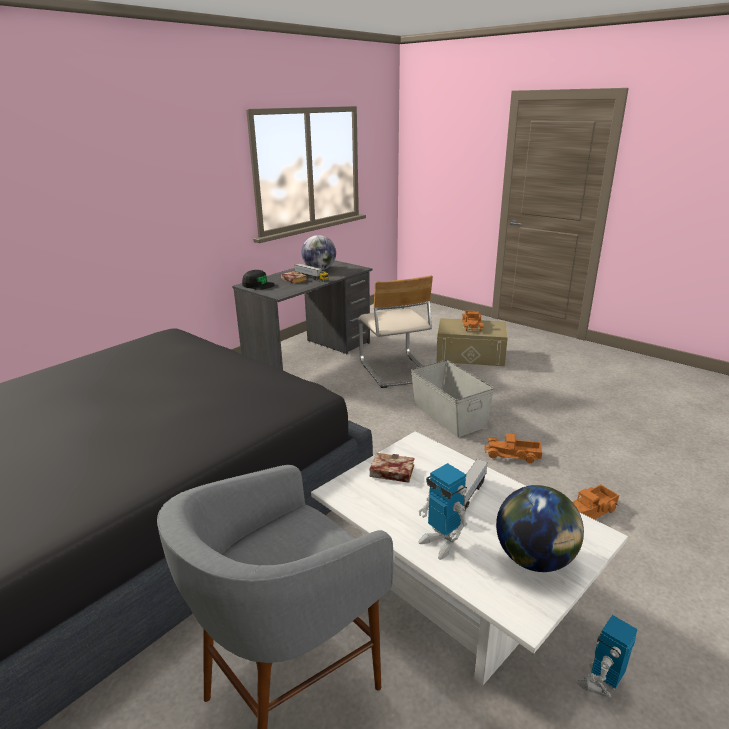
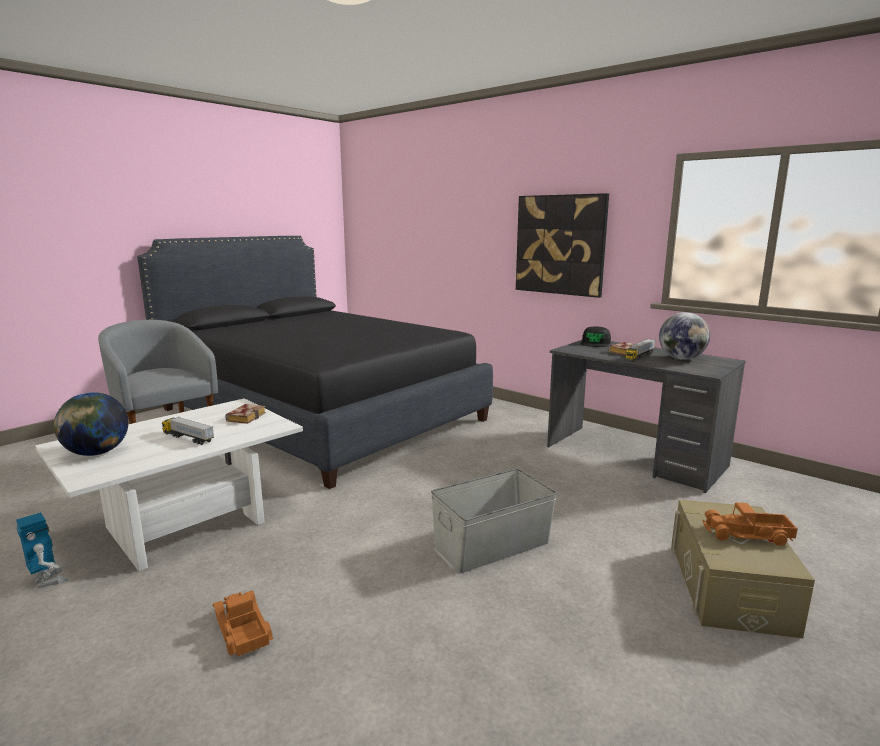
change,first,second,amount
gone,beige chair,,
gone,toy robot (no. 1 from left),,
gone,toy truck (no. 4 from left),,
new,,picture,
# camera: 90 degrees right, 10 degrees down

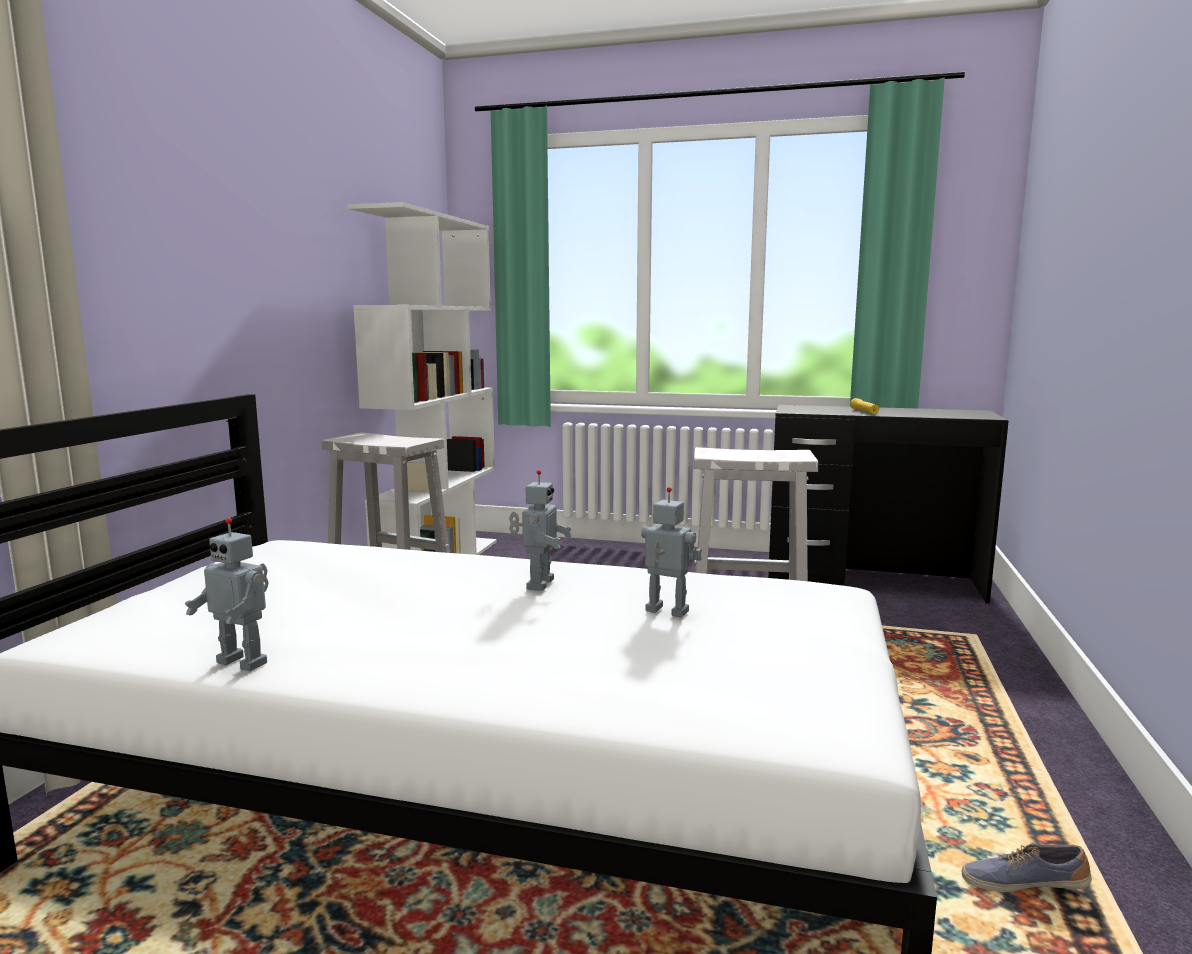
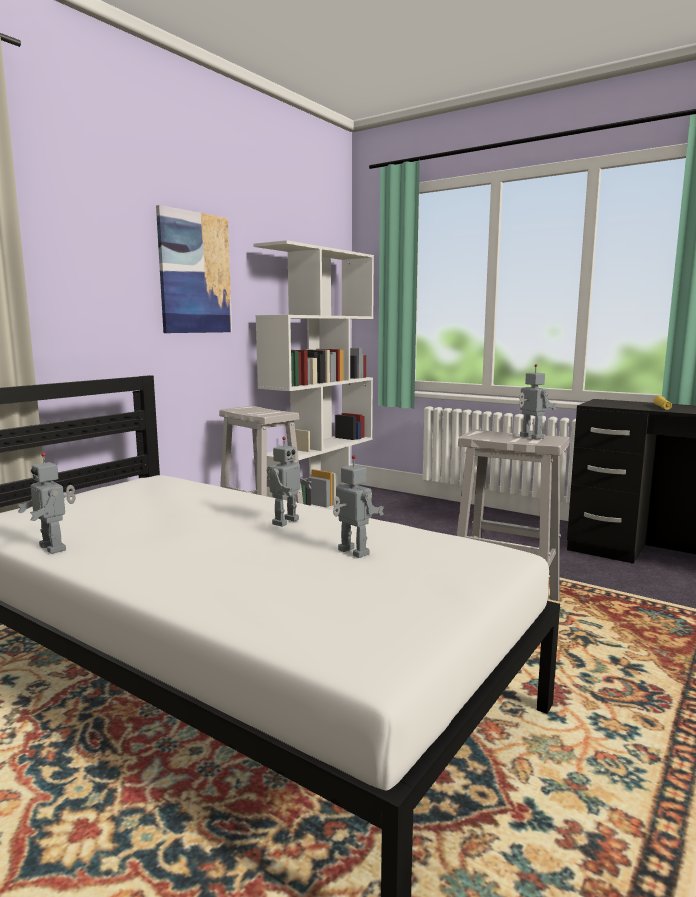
change,first,second,amount
gone,shoe,,
new,,picture,
new,,toy robot (no. 4 from left),
# camera: 20 degrees right, 0 degrees up

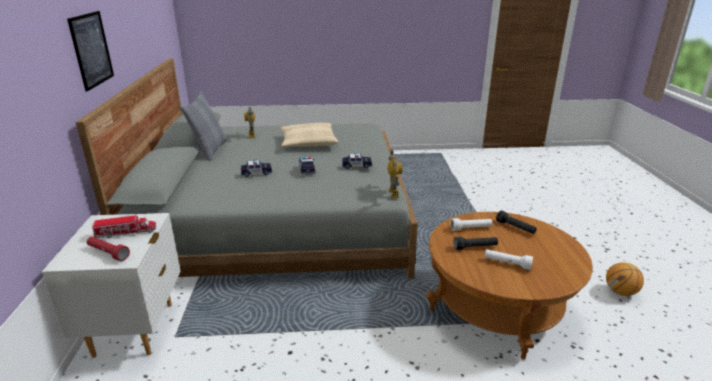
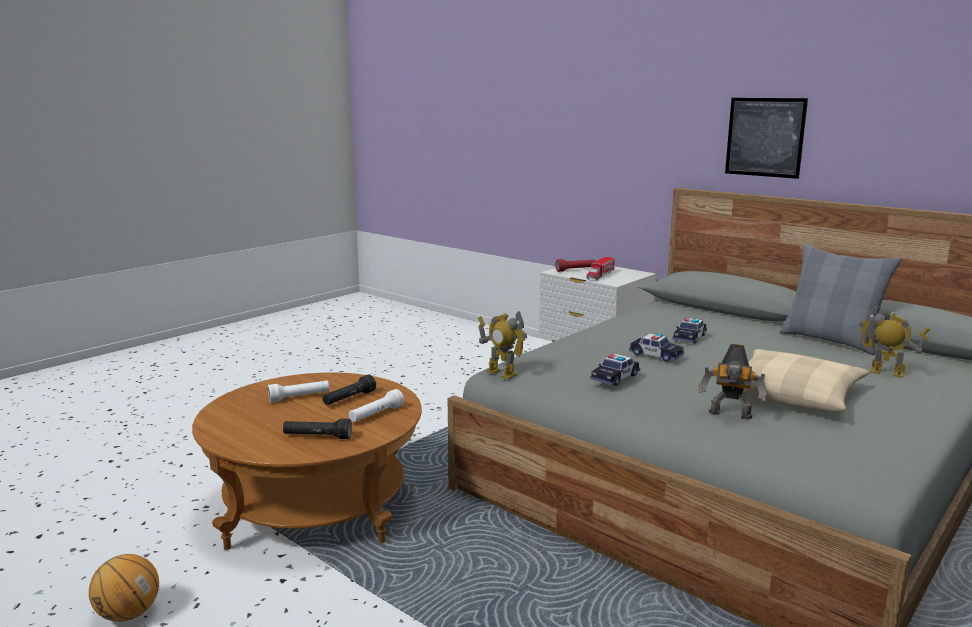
change,first,second,amount
new,,toy robot (no. 2 from left),
# camera: 135 degrees right, 10 degrees down

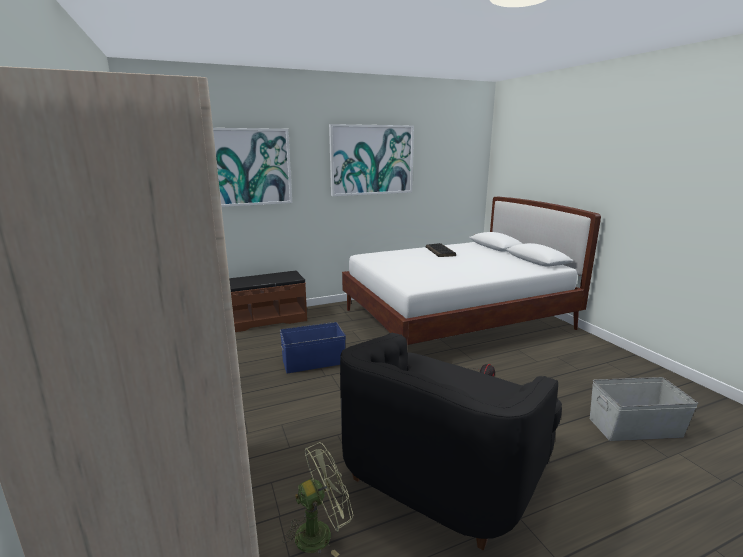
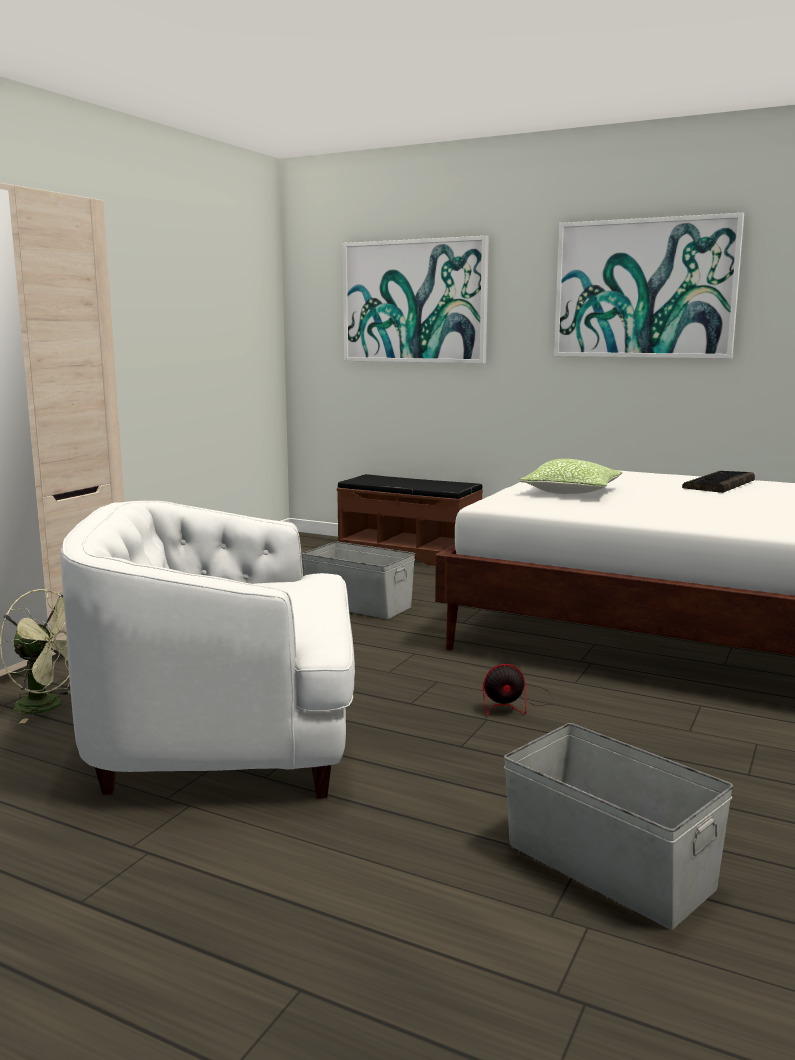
change,first,second,amount
new,,pillow,
repainted,blue storage box,grey storage box (no. 1 from left),
repainted,black armchair,white armchair,
# camera: 50 degrees right, 5 degrees down

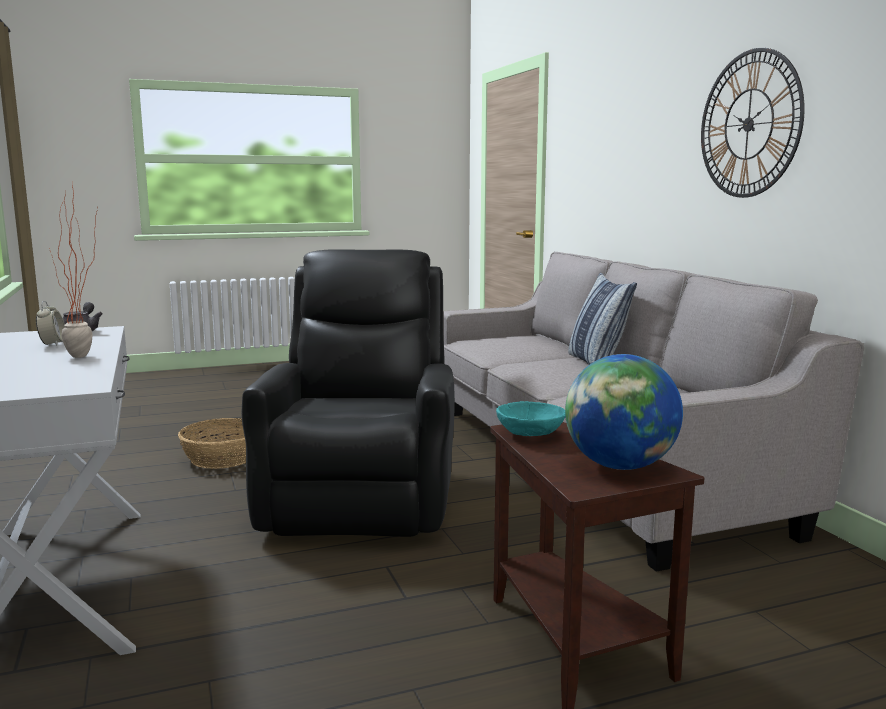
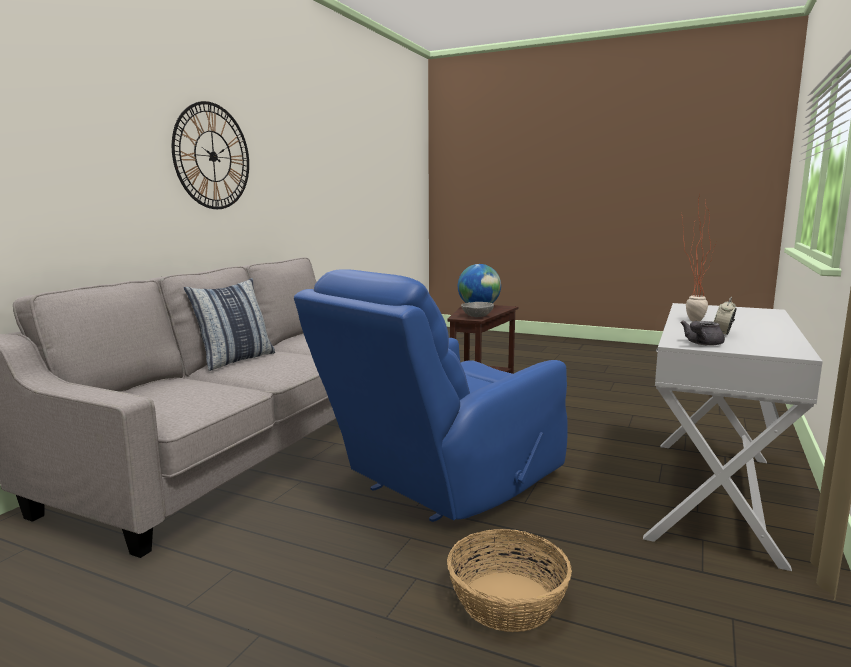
change,first,second,amount
repainted,black armchair,blue armchair,
repainted,turquoise bowl,grey bowl,
# camera: 135 degrees left, 0 degrees up

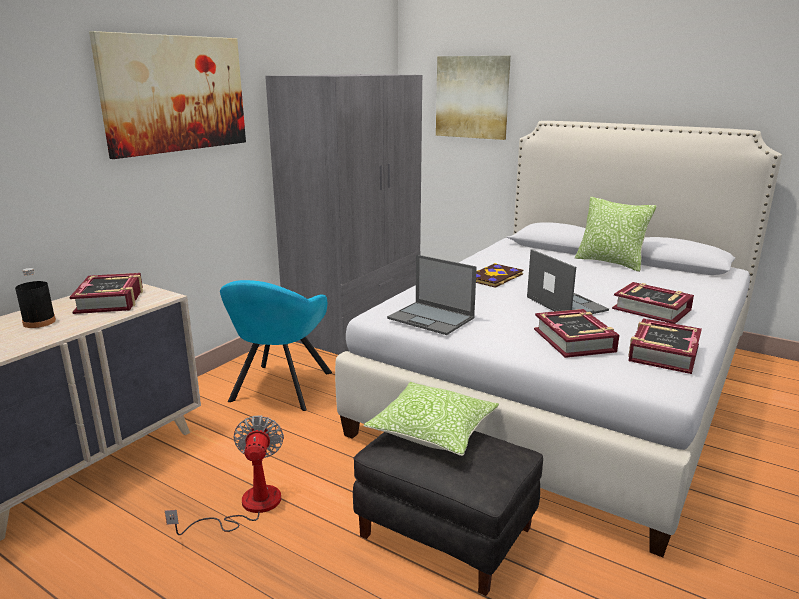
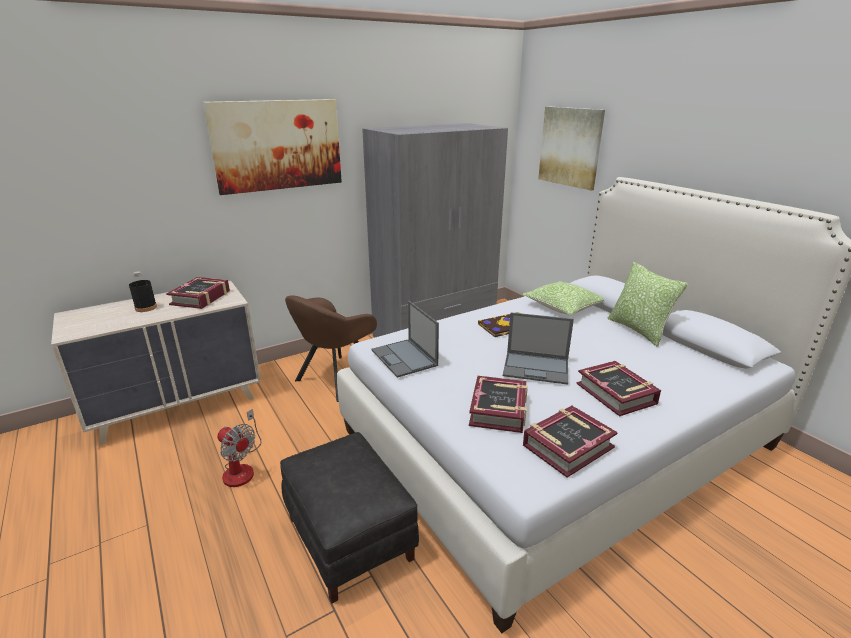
change,first,second,amount
shifted,pillow (no. 1 from left),,
repainted,turquoise armchair,brown armchair,
rotated,fan,,105 degrees clockwise
rotated,laptop (no. 2 from left),,105 degrees clockwise
# camera: 25 degrees right, 5 degrees up

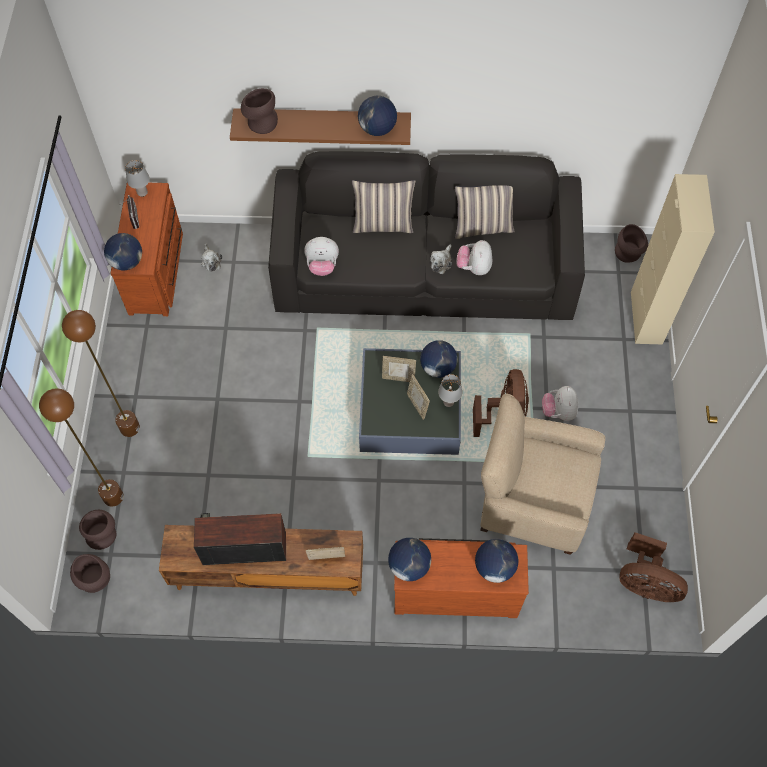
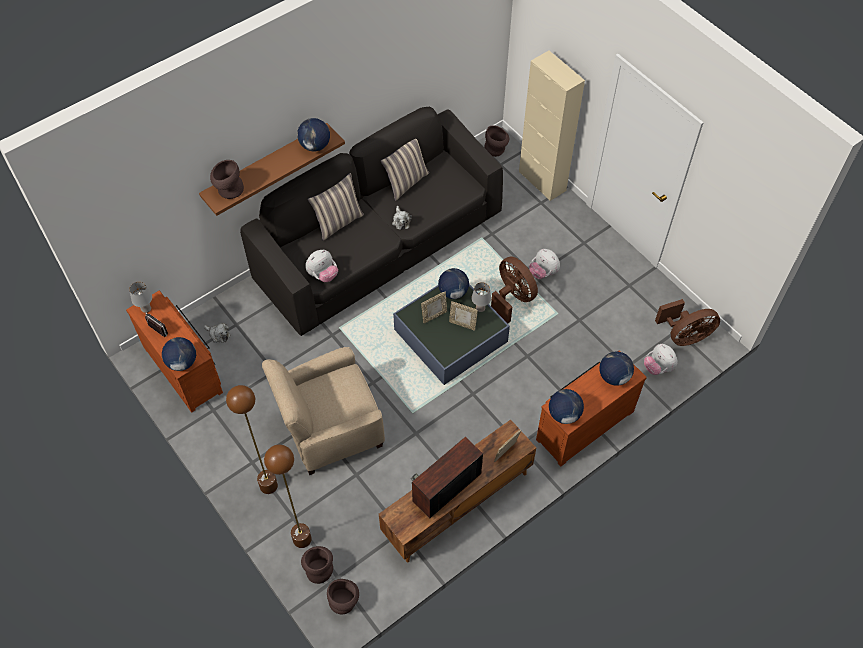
change,first,second,amount
shifted,plush toy (no. 4 from left in the first image),plush toy (no. 5 from left),
shifted,beige armchair,,
# camera: 40 degrees left, 5 degrees down

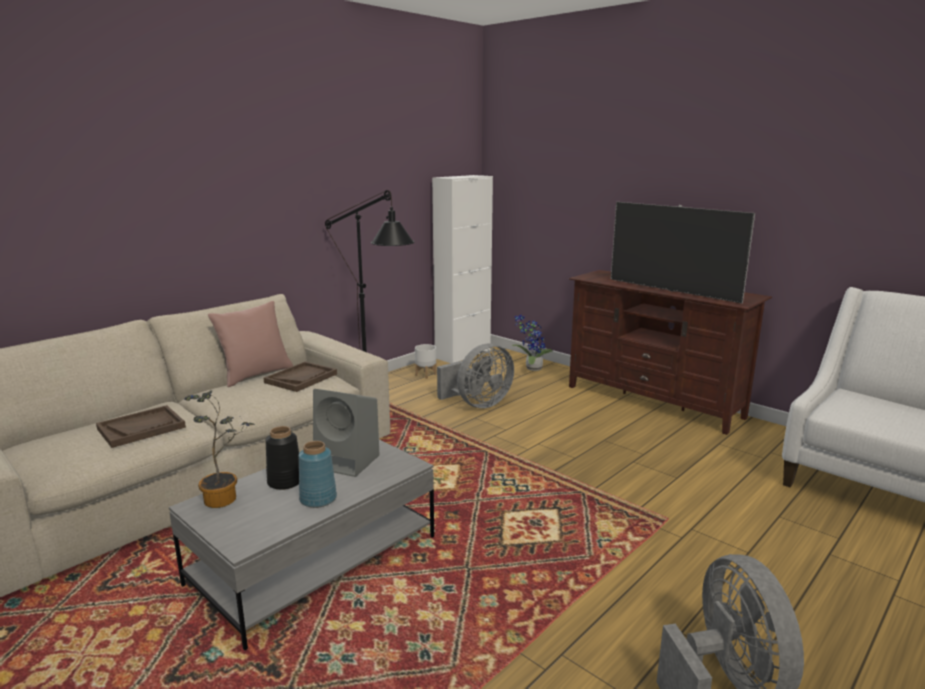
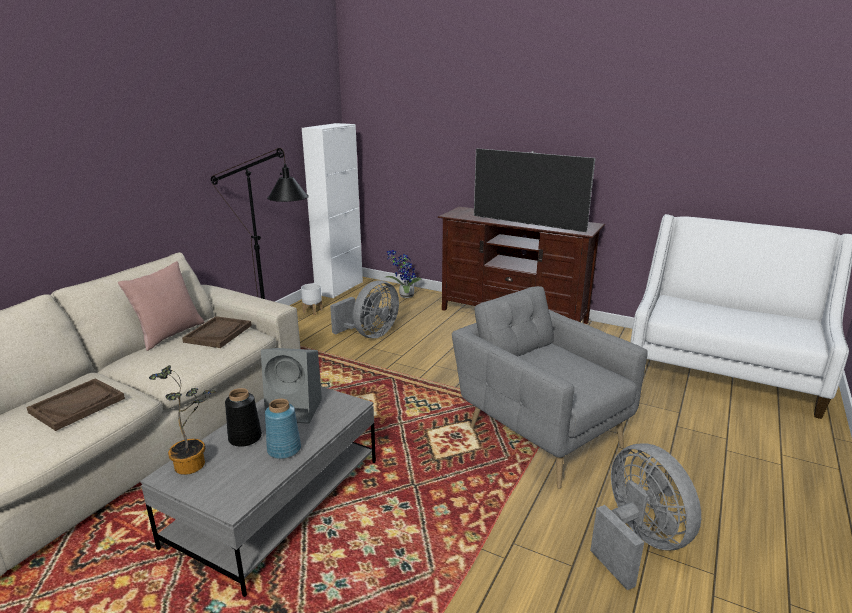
change,first,second,amount
new,,grey armchair,
# camera: 15 degrees left, 5 degrees up

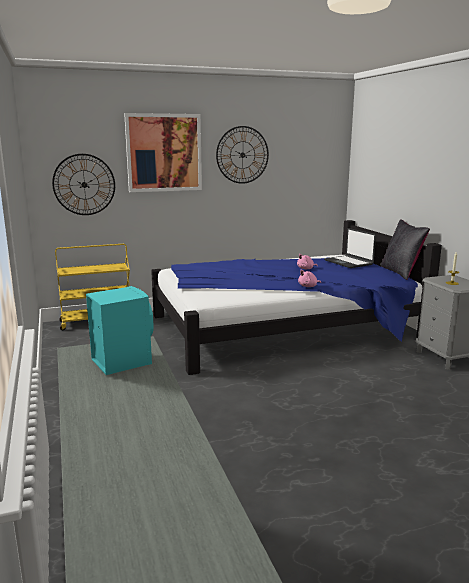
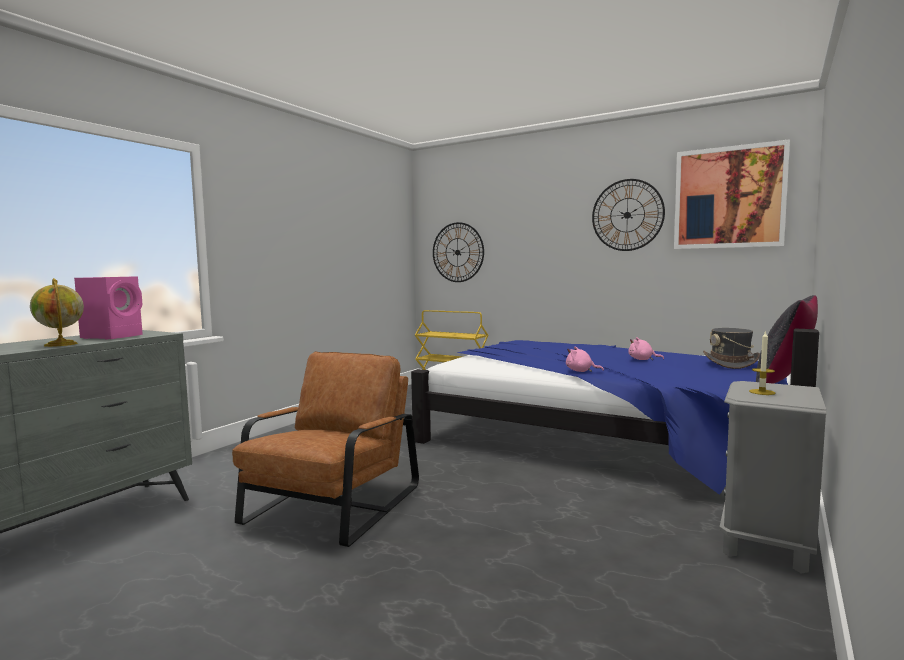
change,first,second,amount
new,,globe,
new,,brown armchair,
shifted,picture,,
swapped,laptop,grey hat,
repainted,turquoise speaker,pink speaker,
# camera: 50 degrees right, 10 degrees down

